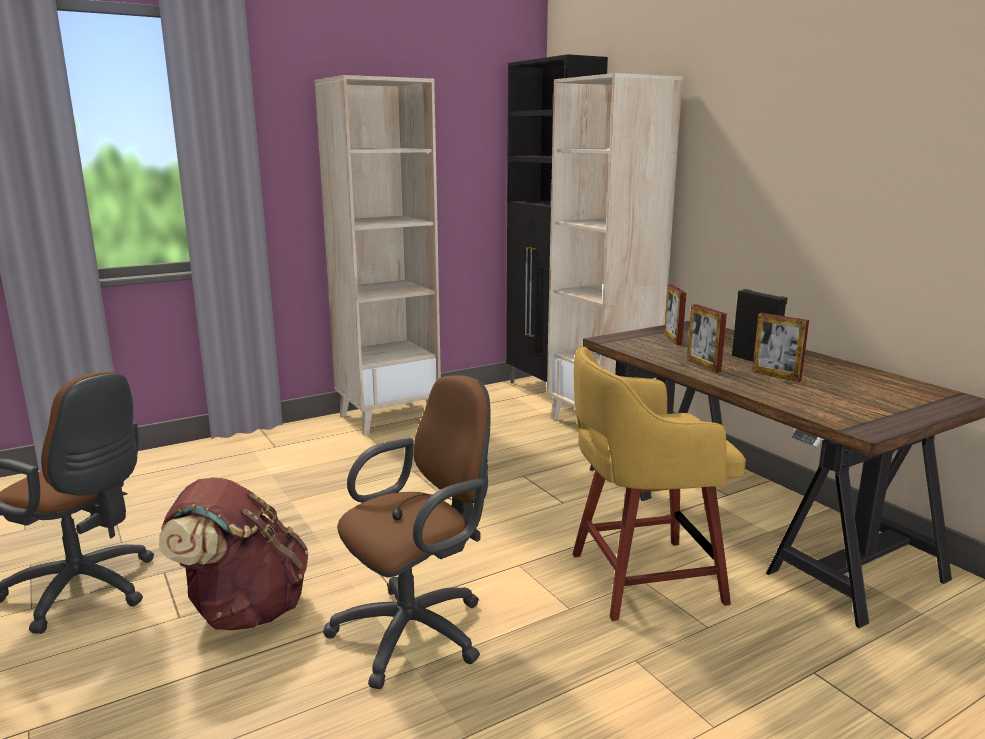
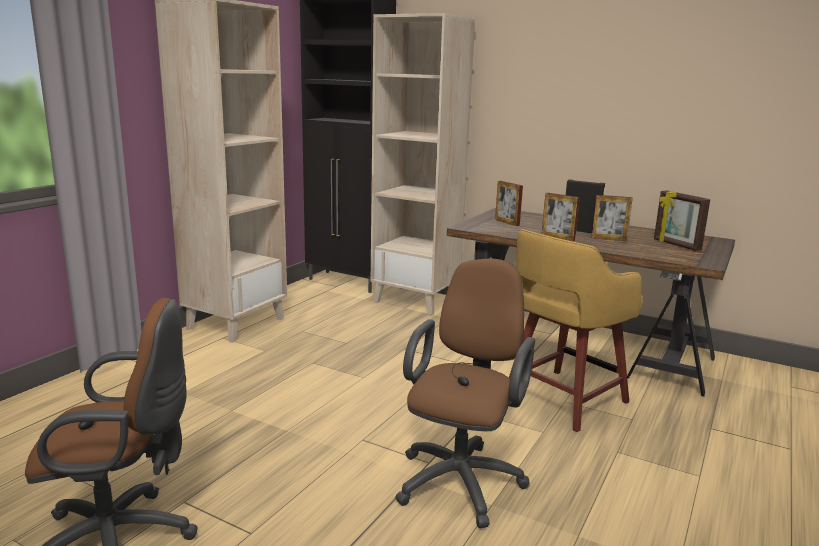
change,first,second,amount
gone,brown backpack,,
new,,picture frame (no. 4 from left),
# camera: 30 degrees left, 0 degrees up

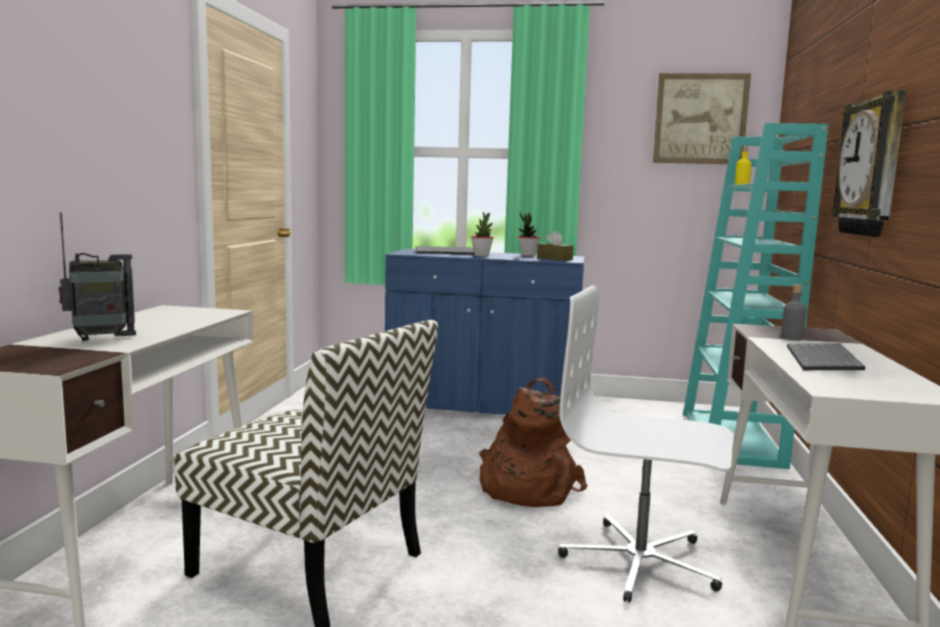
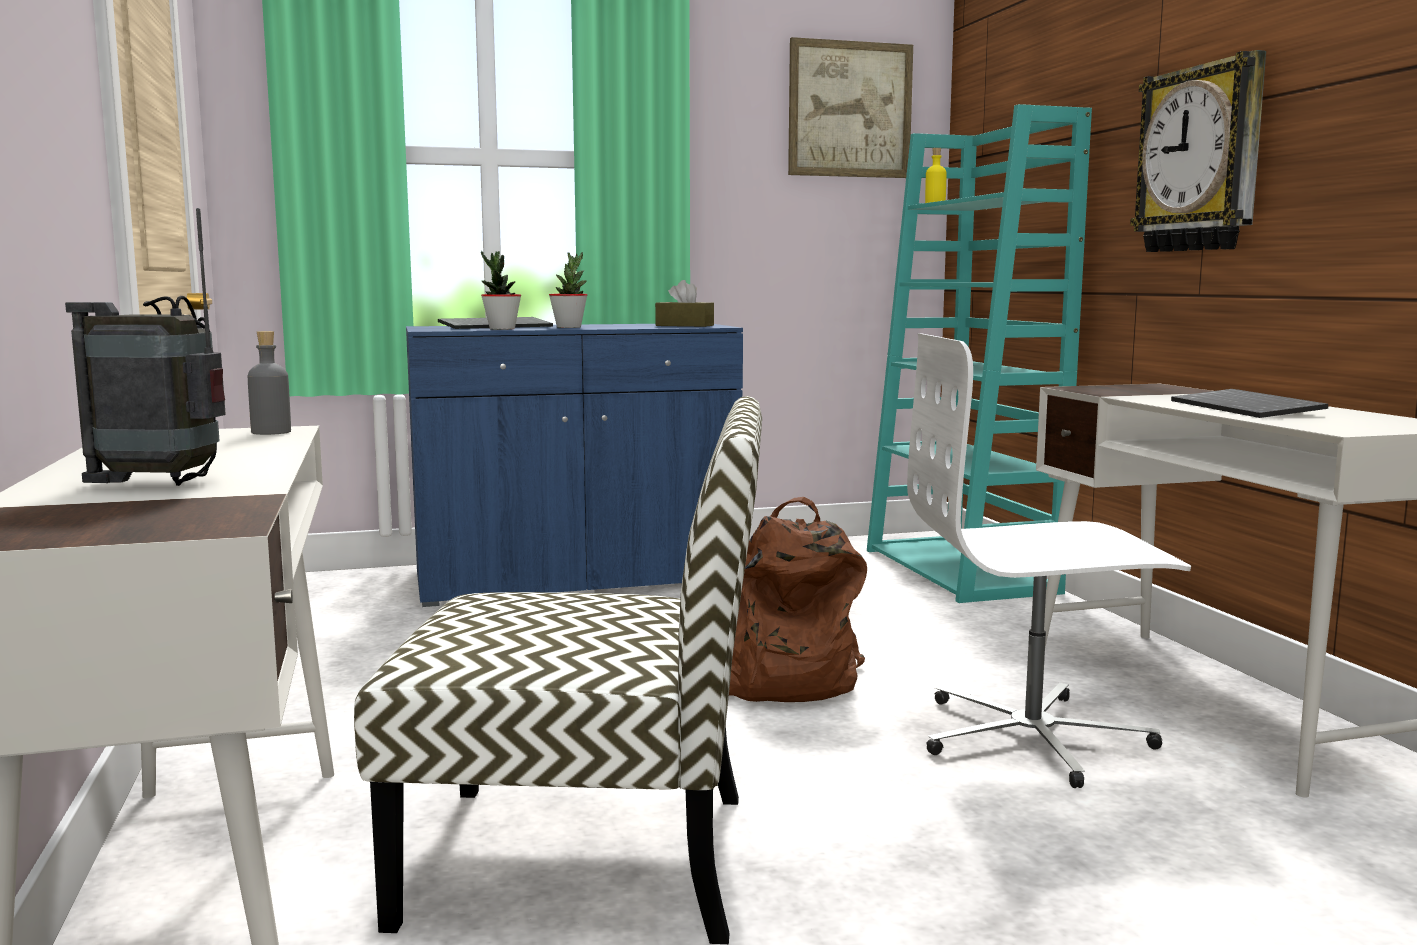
change,first,second,amount
shifted,potted plant (no. 2 from left in the first image),potted plant (no. 1 from left),
shifted,grey bottle,,
rotated,radio,,120 degrees counterclockwise
# camera: 25 degrees left, 0 degrees up

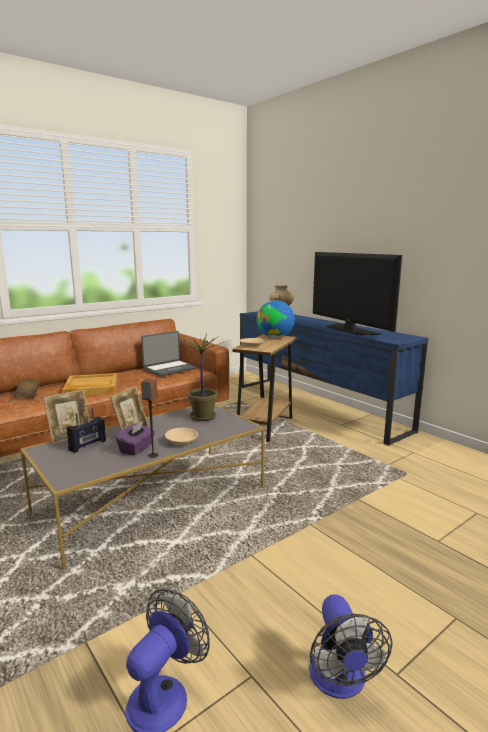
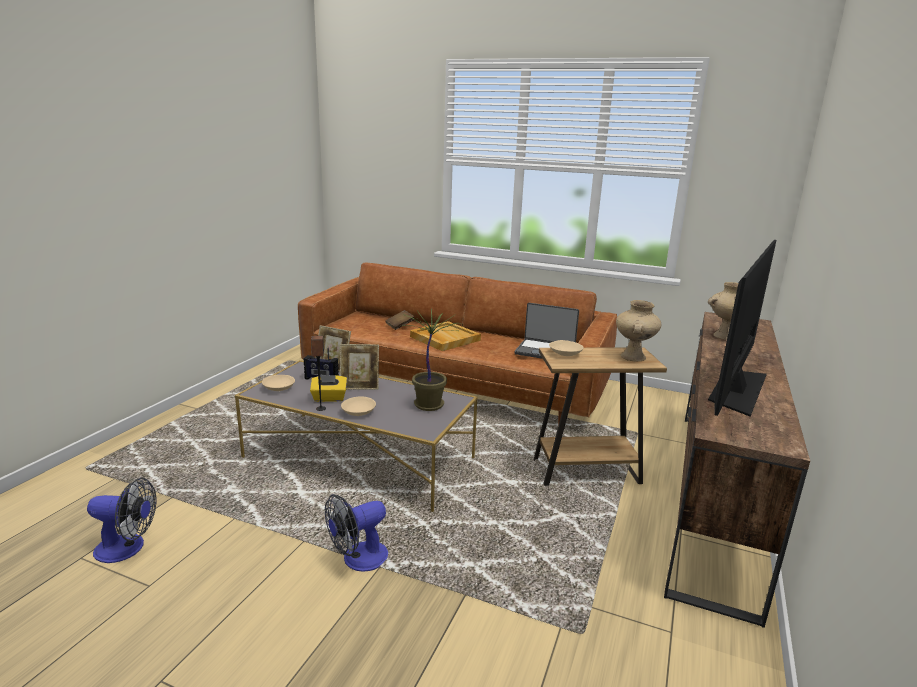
change,first,second,amount
new,,beige bowl (no. 1 from left),
shifted,fan (no. 2 from left),,
swapped,globe,beige vase (no. 1 from left),
repainted,purple tissue box,yellow tissue box,
repainted,blue tv stand,brown tv stand,
# camera: 60 degrees right, 5 degrees up

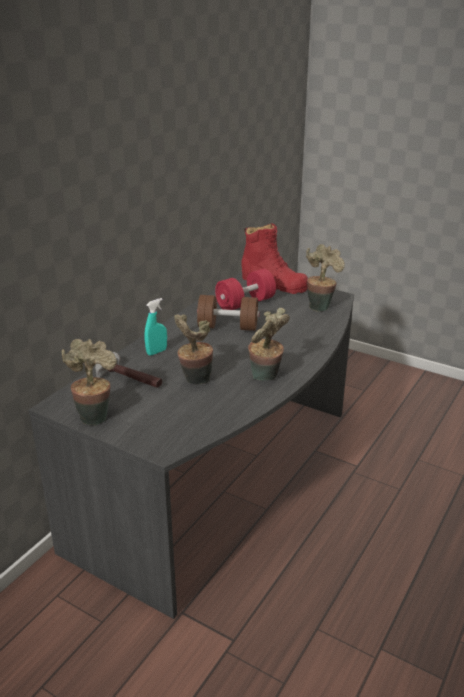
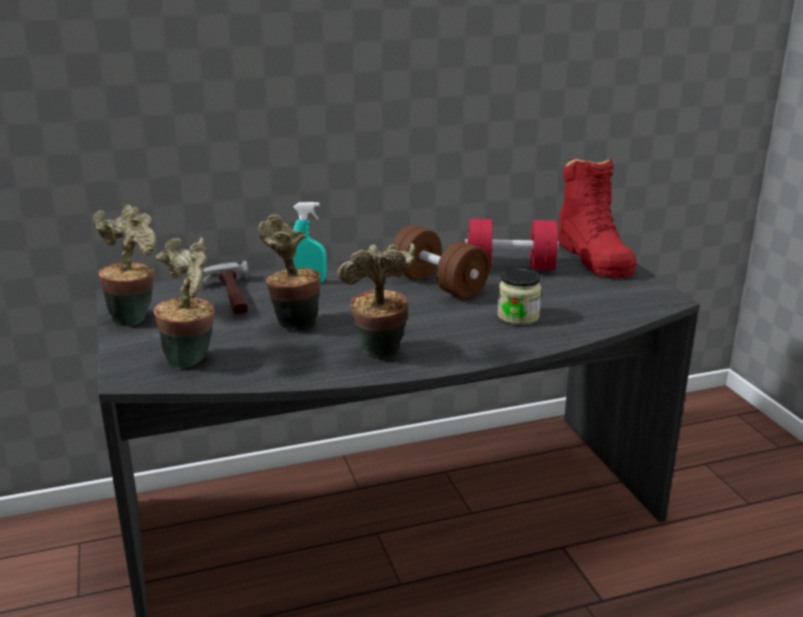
change,first,second,amount
new,,jar,
shifted,potted plant (no. 4 from left in the first image),potted plant (no. 2 from left),
# camera: 40 degrees right, 5 degrees down

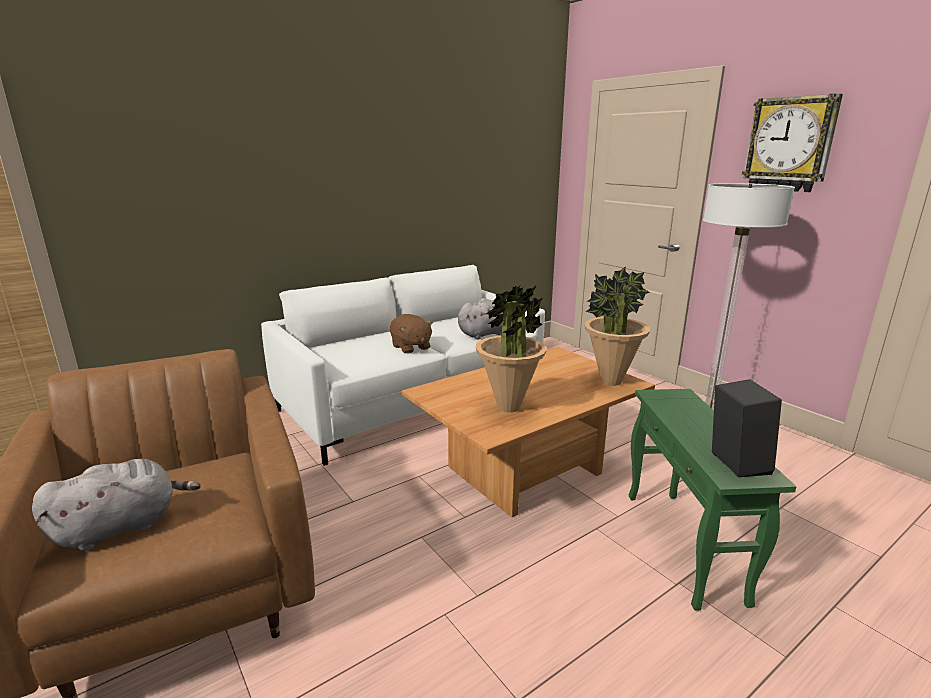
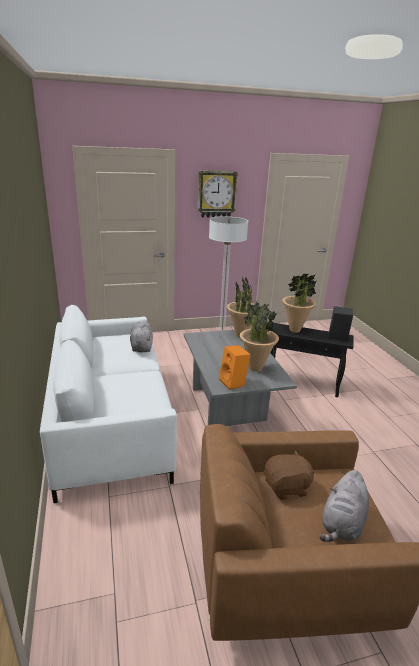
change,first,second,amount
new,,orange speaker,
new,,potted plant (no. 3 from left),
shifted,brown plush toy,,
repainted,brown coffee table,grey coffee table,
repainted,green side table,black side table,
rotated,grey plush toy (no. 1 from left in the first image),grey plush toy (no. 2 from left),135 degrees counterclockwise
# camera: 70 degrees left, 5 degrees up

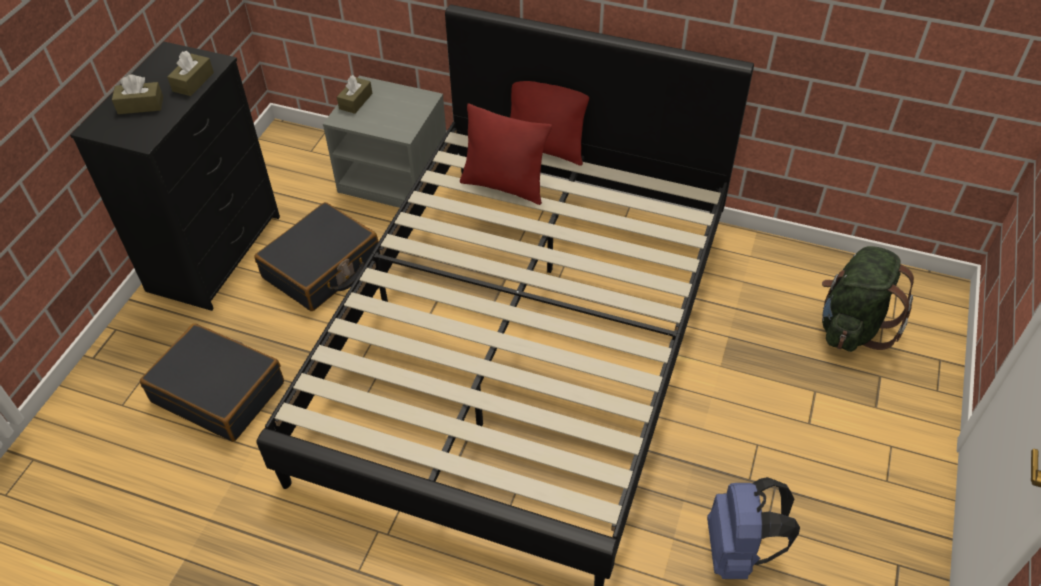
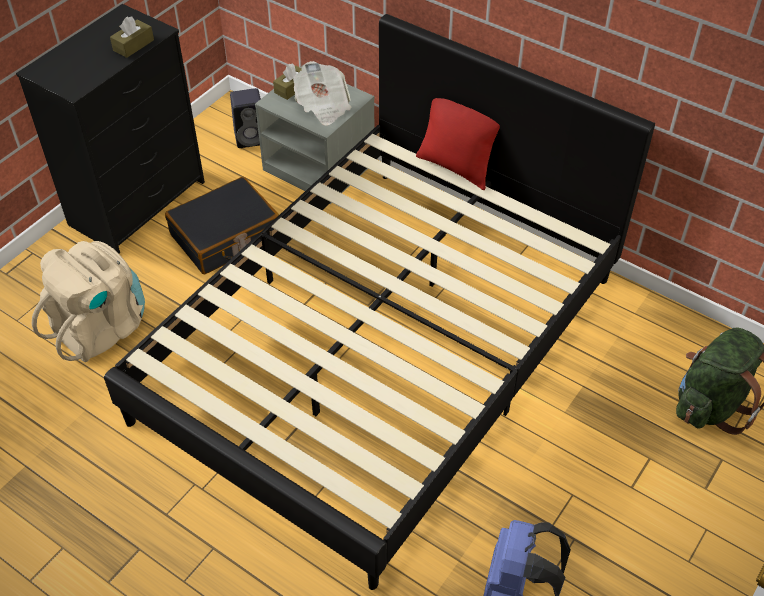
change,first,second,amount
gone,brown tissue box (no. 1 from left),,
gone,red pillow (no. 1 from left),,
new,,black speaker,
new,,newspaper,
swapped,black suitcase (no. 1 from left),beige backpack,
# camera: 15 degrees right, 0 degrees up

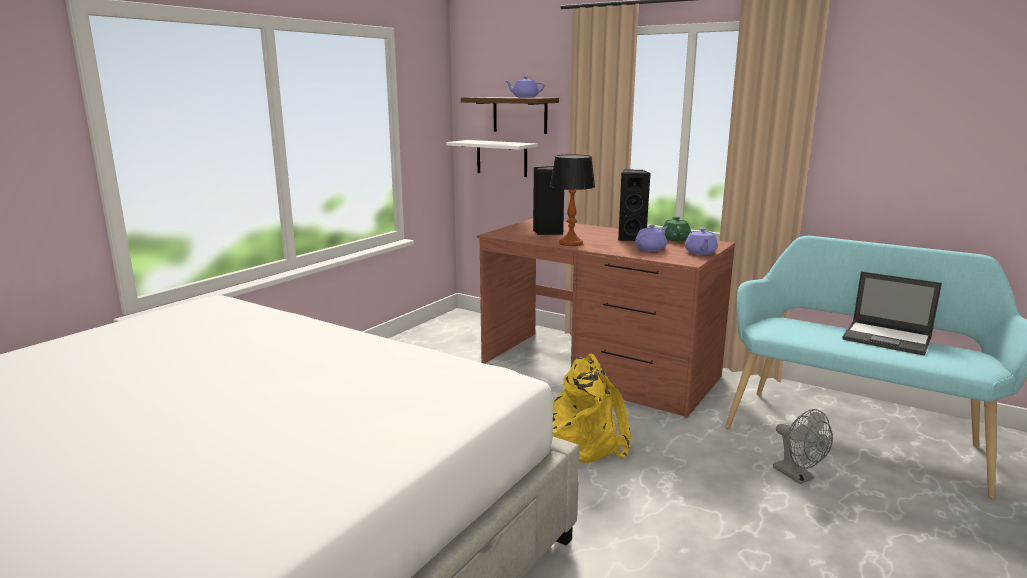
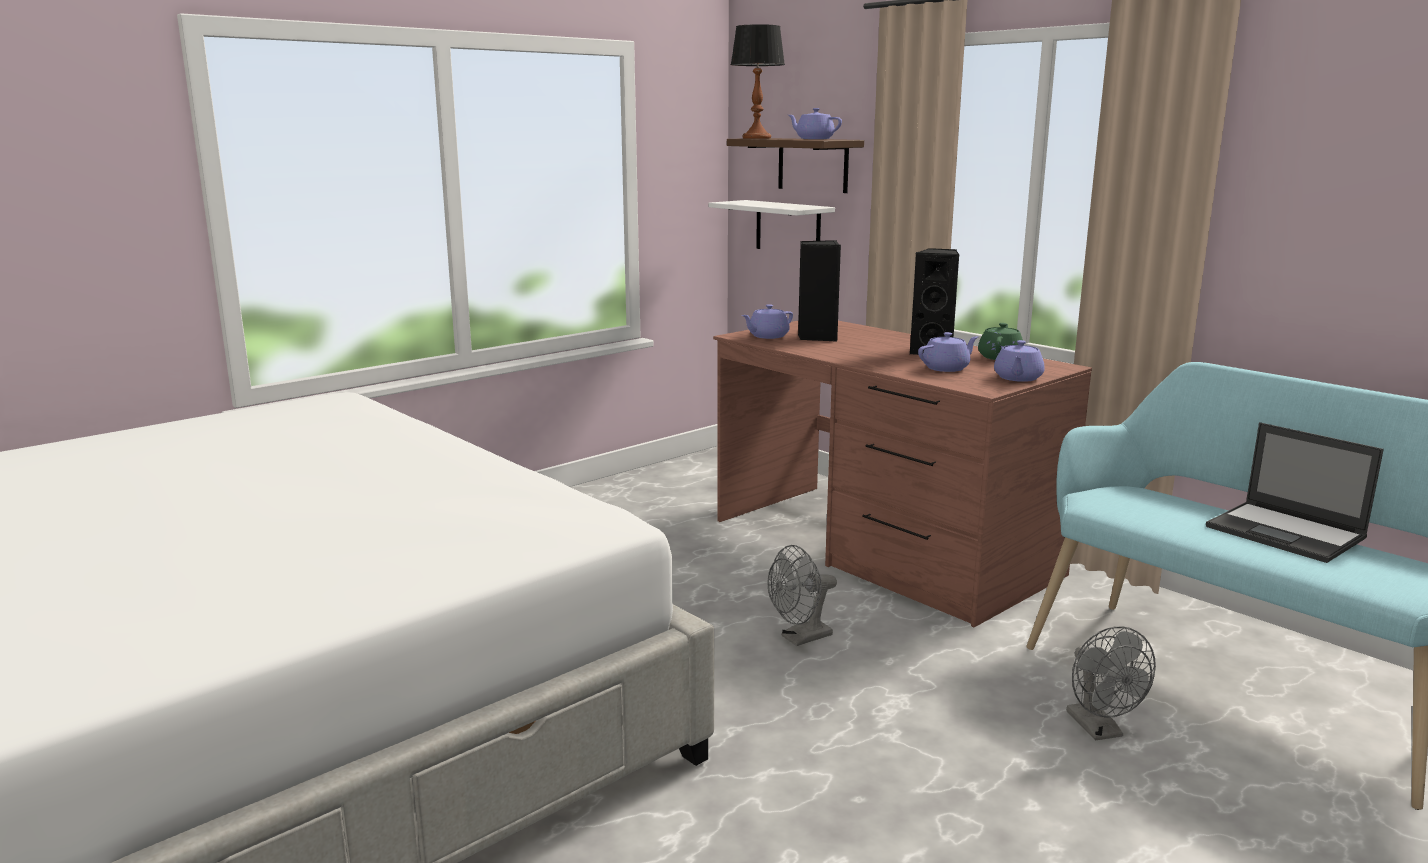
change,first,second,amount
new,,purple teapot (no. 1 from left),
shifted,table lamp,,
swapped,yellow backpack,grey fan (no. 1 from left),
# camera: 15 degrees right, 0 degrees up

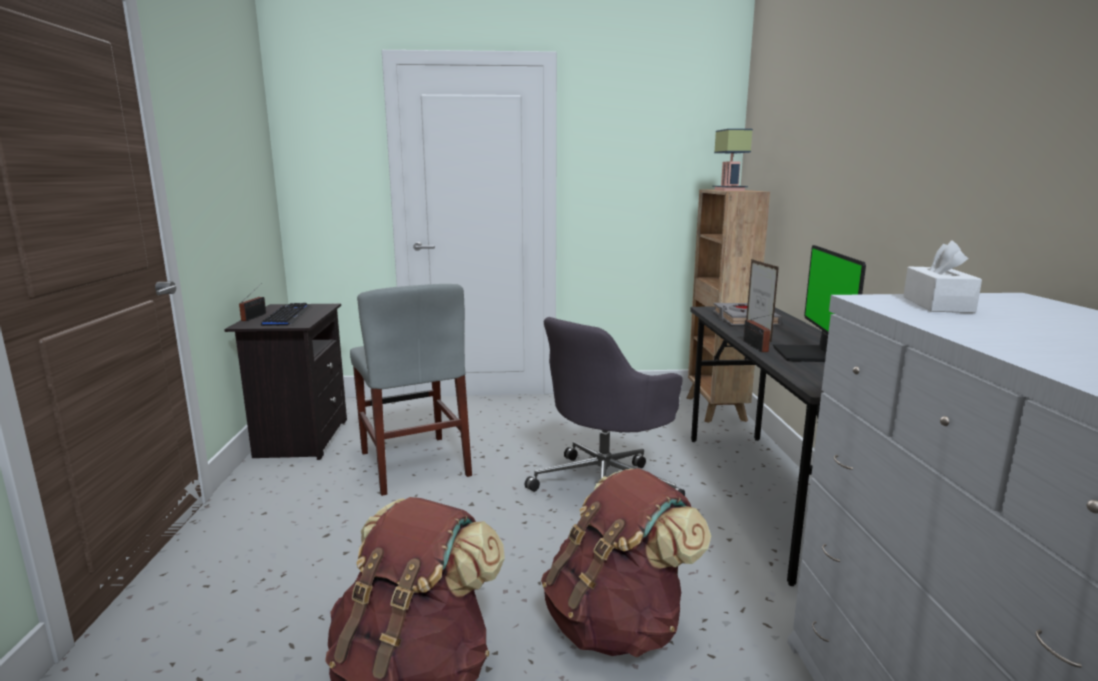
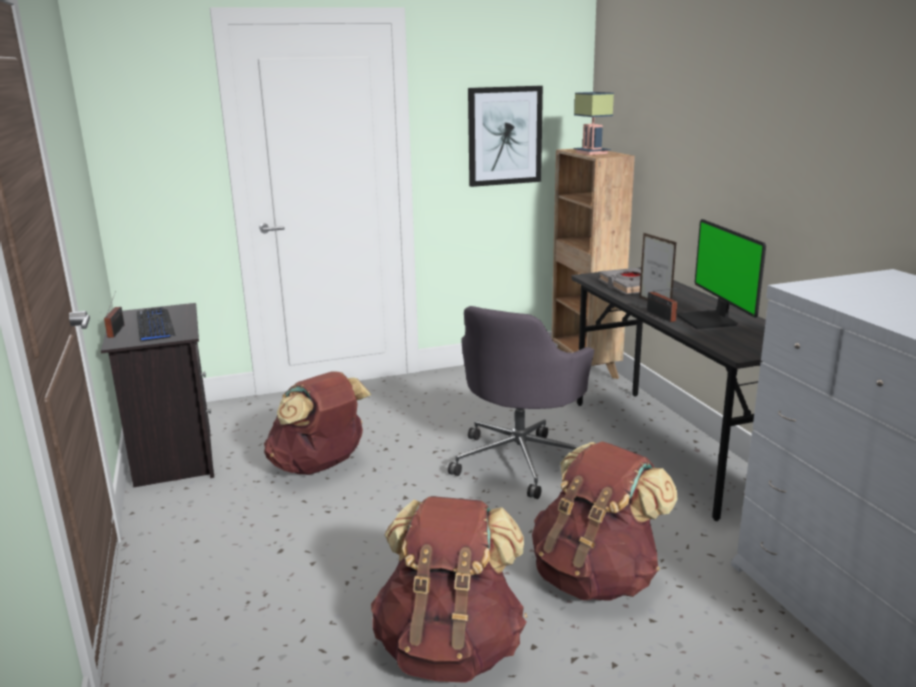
change,first,second,amount
gone,white tissue box,,
new,,picture,
swapped,grey chair,brown backpack (no. 1 from left),
# camera: 15 degrees left, 5 degrees up

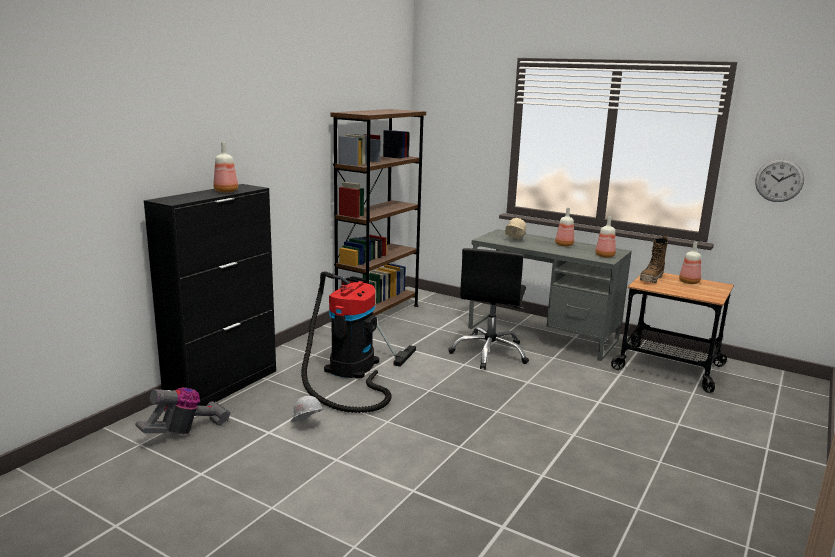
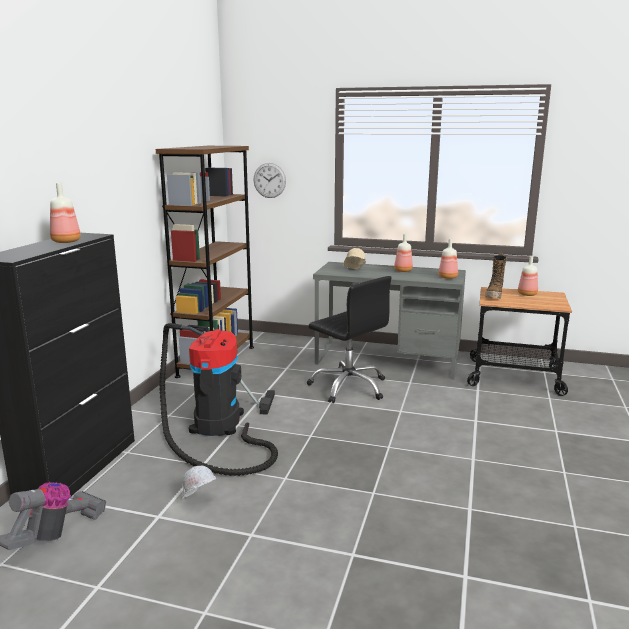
change,first,second,amount
shifted,wall clock,,
rotated,black office chair,,45 degrees counterclockwise
# camera: 15 degrees left, 0 degrees up

